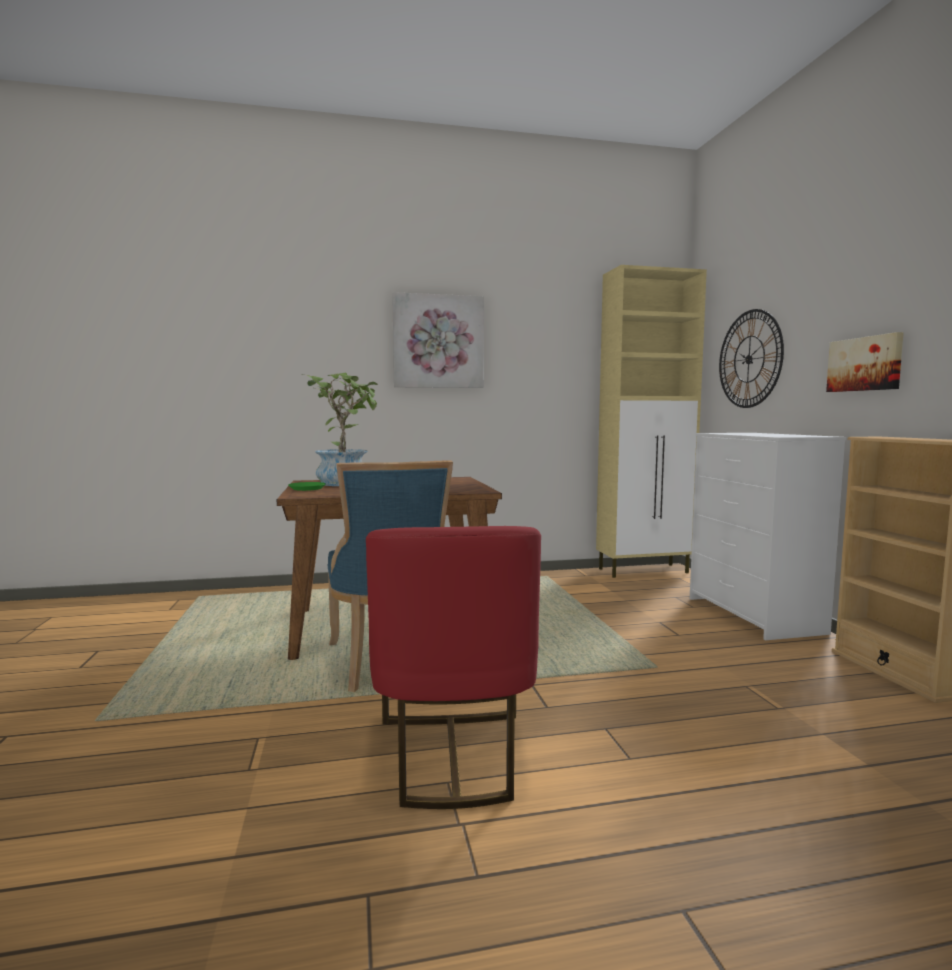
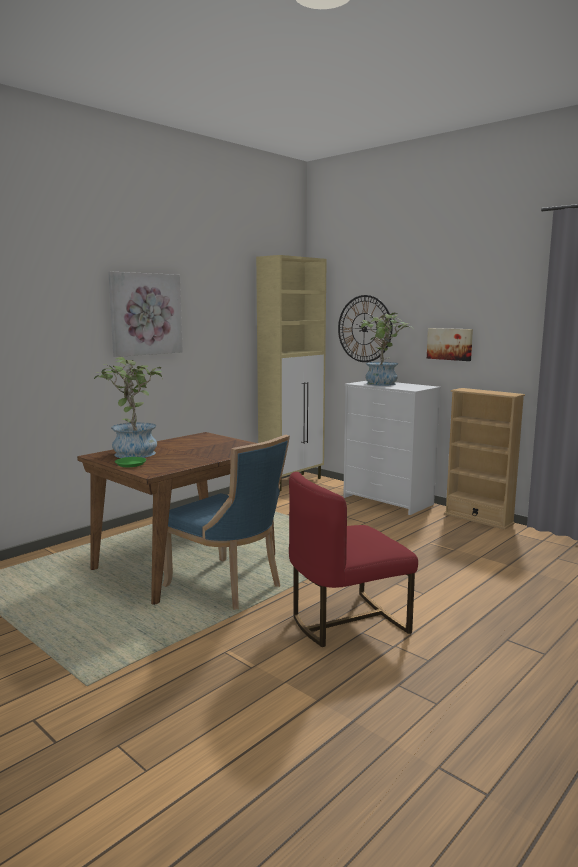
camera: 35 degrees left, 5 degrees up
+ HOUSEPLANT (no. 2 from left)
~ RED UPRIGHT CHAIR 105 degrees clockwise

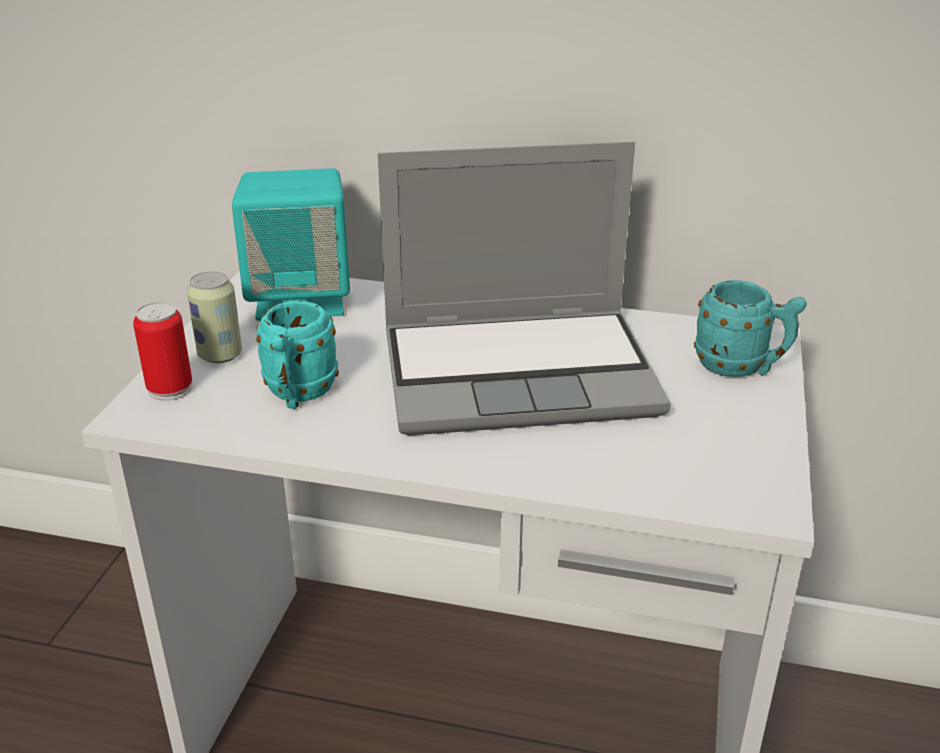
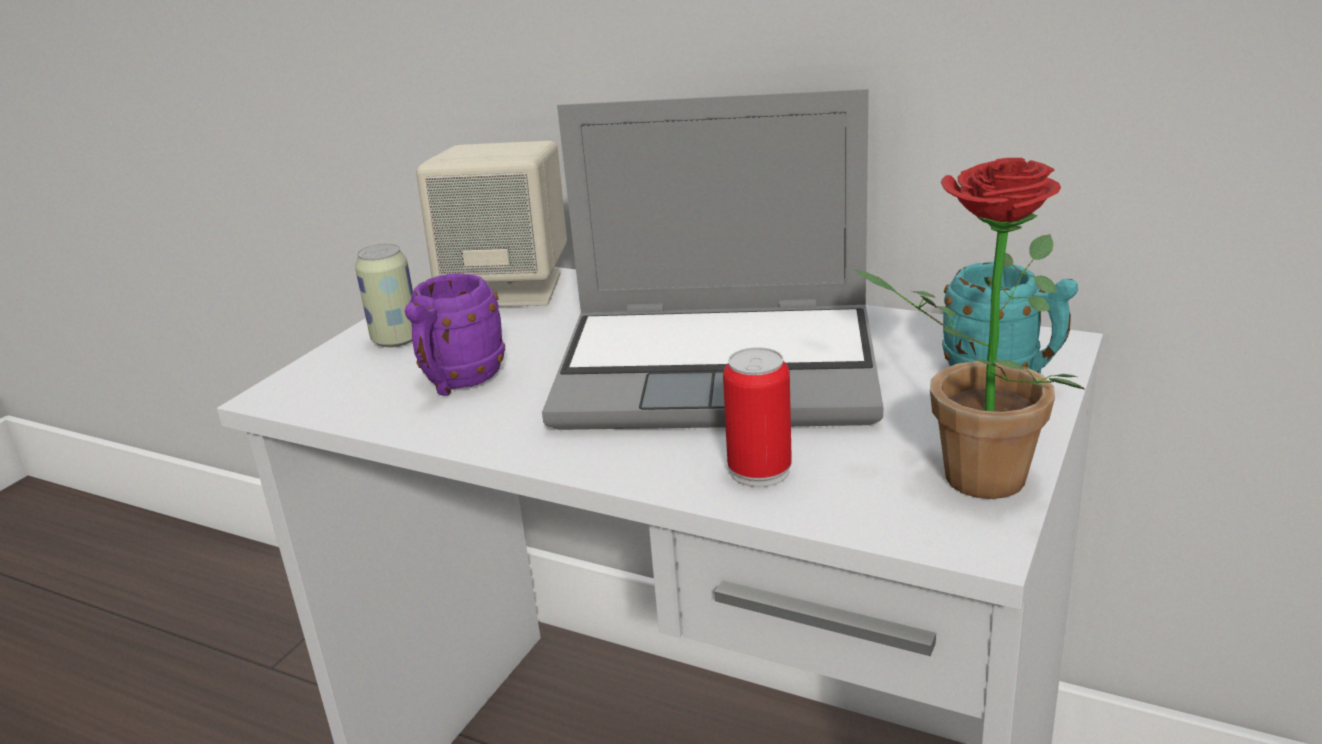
camera: 15 degrees right, 5 degrees down
+ HOUSEPLANT
~ SEALED CAN (no. 1 from left in the first image) to SEALED CAN (no. 2 from left)
~ TURQUOISE-COLOURED SPEAKER to BEIGE-COLOURED SPEAKER
~ TURQUOISE-COLOURED TEA MUG (no. 1 from left) to PURPLE TEA MUG

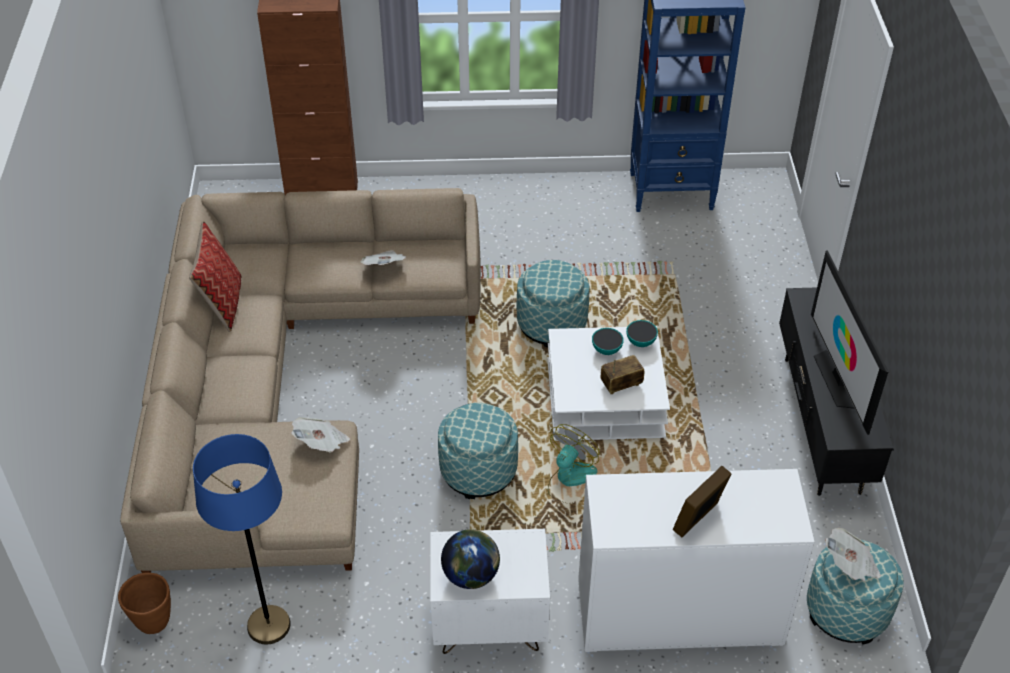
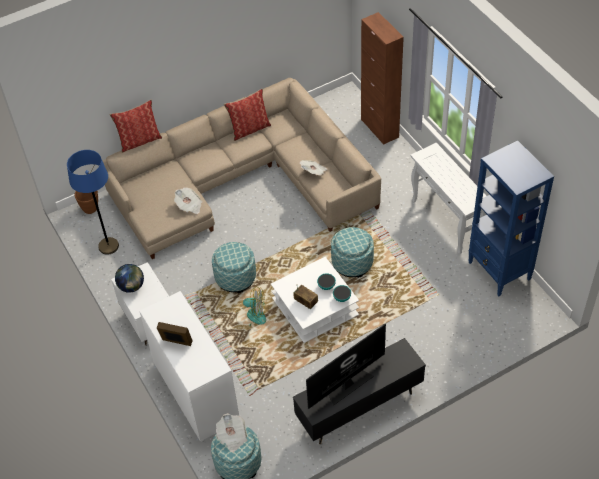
camera: 65 degrees right, 5 degrees up
+ PILLOW (no. 1 from left)
+ WHITISH CONSOLE TABLE

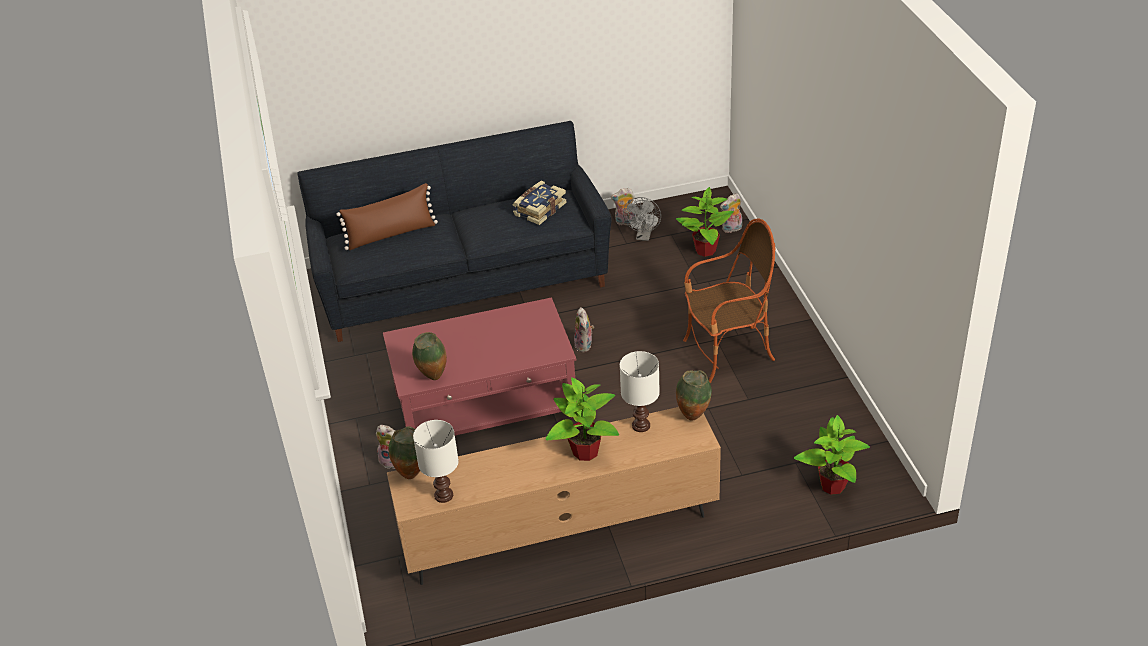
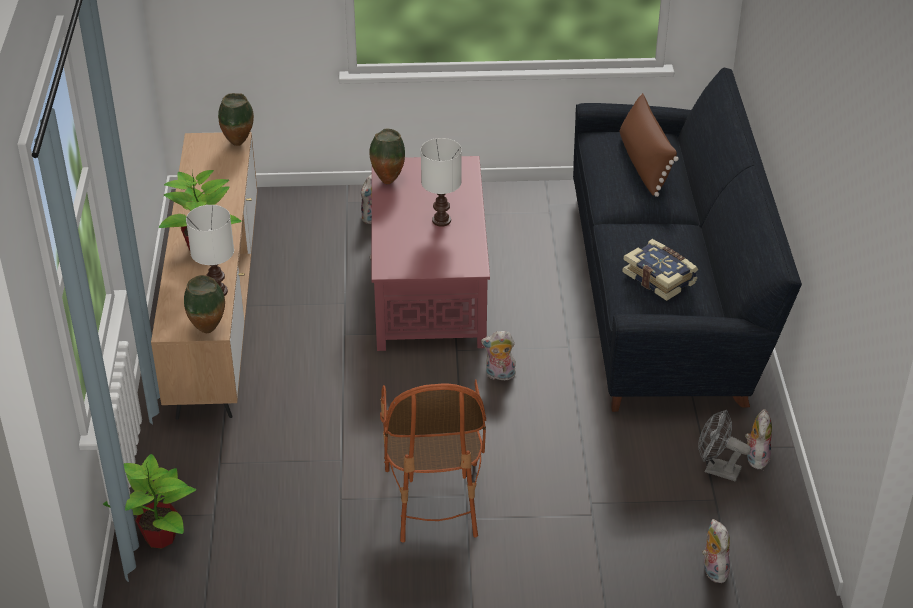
camera: 100 degrees right, 0 degrees up
- HOUSEPLANT (no. 2 from left)
~ WHITISH TABLETOP LAMP (no. 1 from left in the first image) to WHITISH TABLETOP LAMP (no. 2 from left)

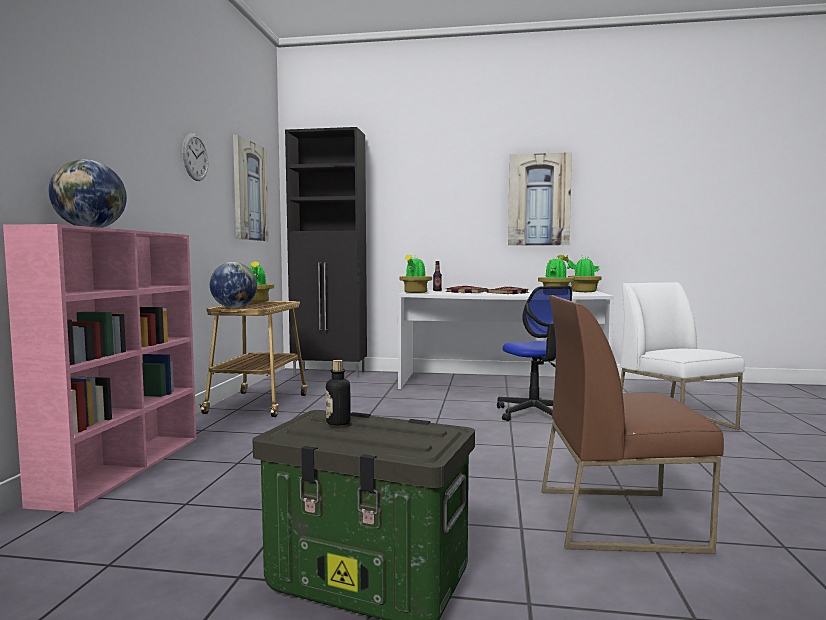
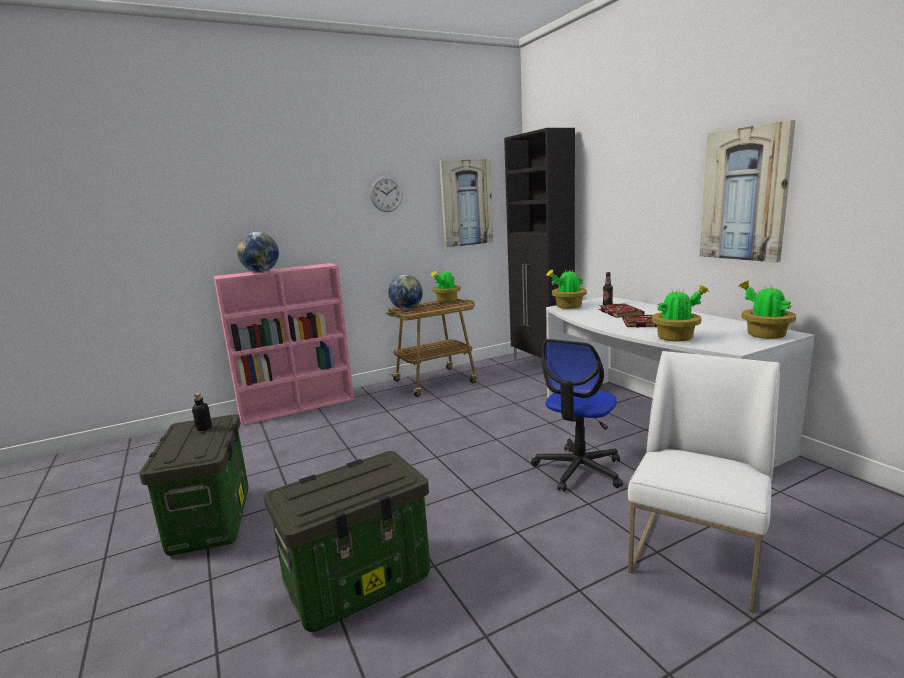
camera: 55 degrees right, 10 degrees up
~ BROWN UPRIGHT CHAIR to STORAGE BIN (no. 2 from left)

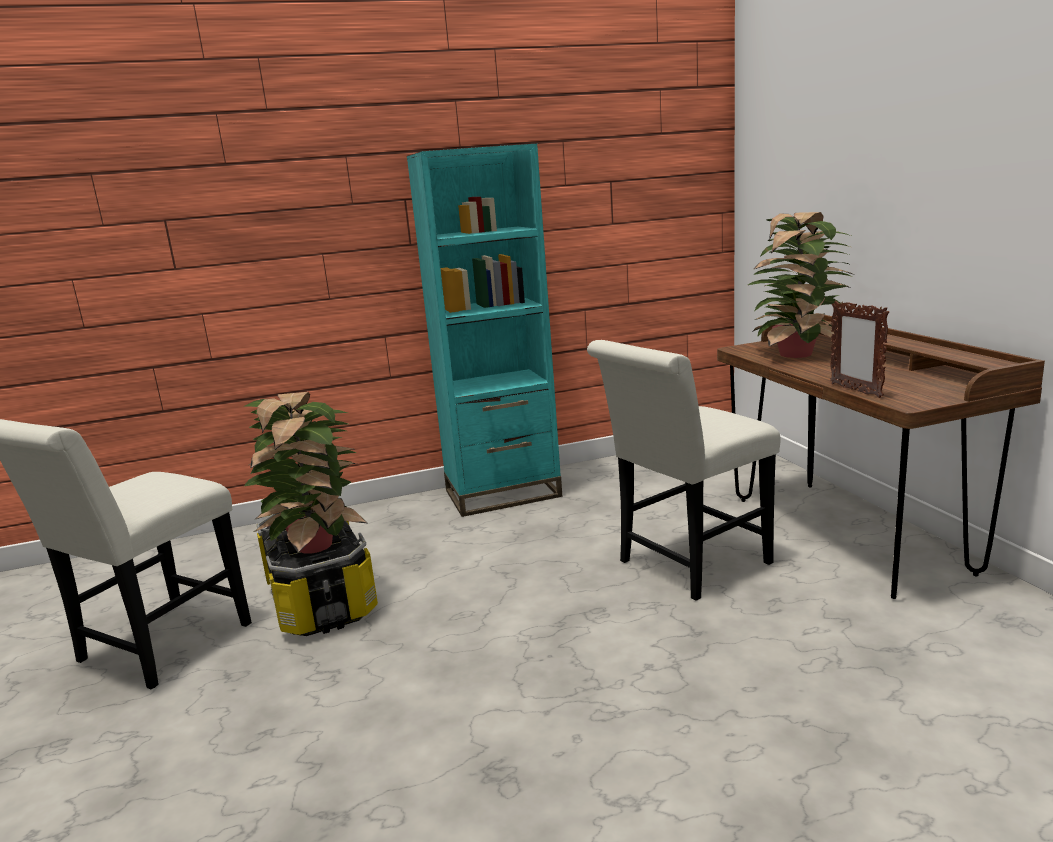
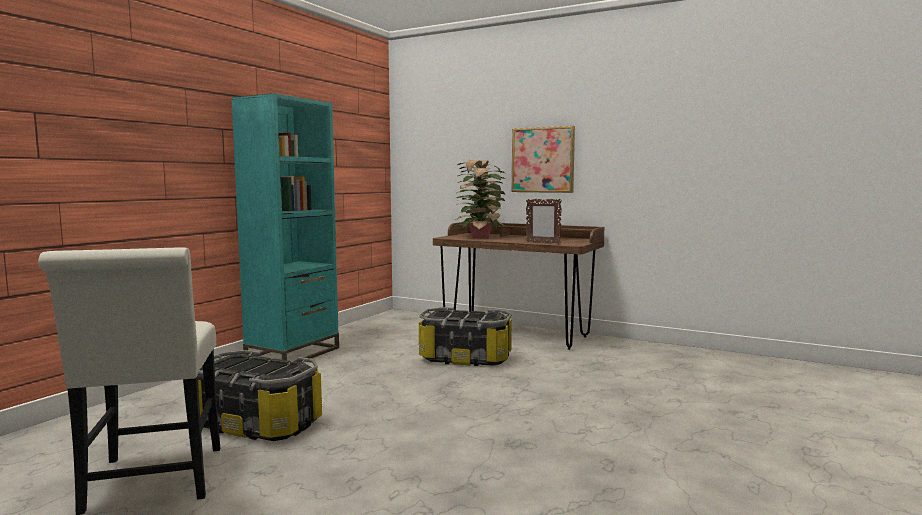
camera: 45 degrees left, 10 degrees down
- HOUSEPLANT (no. 1 from left)
+ WALL ART
~ WHITISH UPRIGHT CHAIR (no. 2 from left) to STORAGE BIN (no. 2 from left)

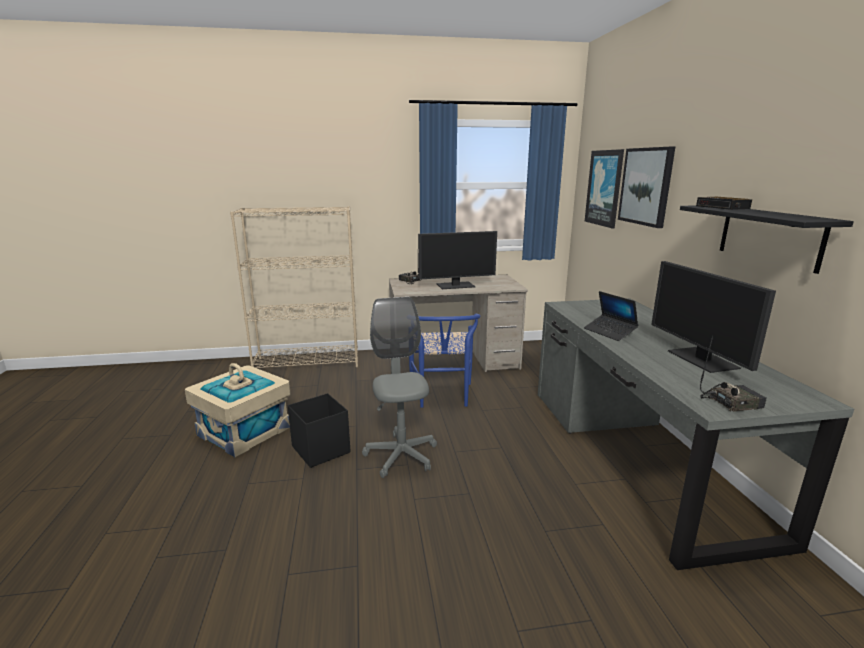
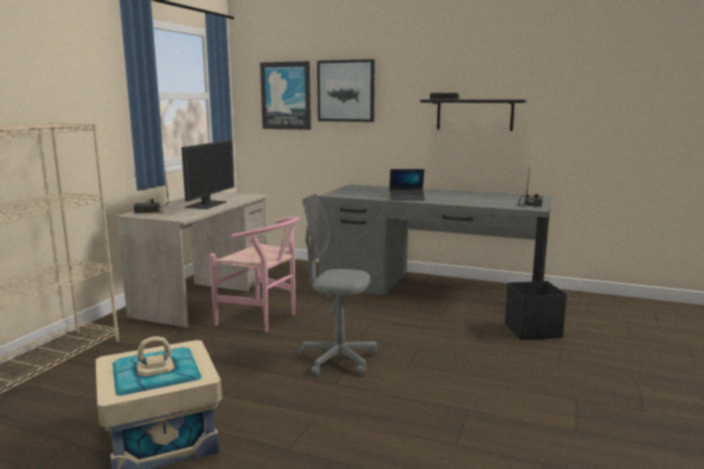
camera: 60 degrees left, 5 degrees down
- MONITOR (no. 2 from left)
~ BLACK-COLOURED STORAGE BIN
~ BLUISH UPRIGHT CHAIR to PINKISH UPRIGHT CHAIR

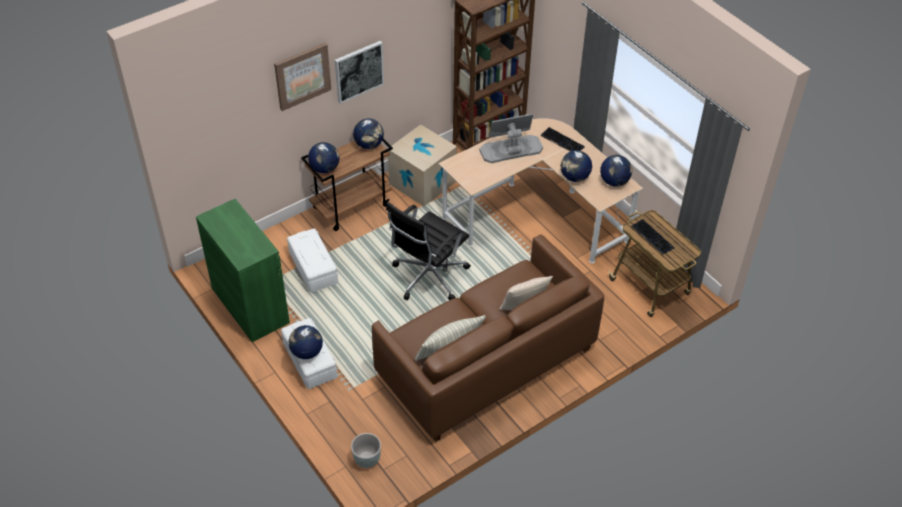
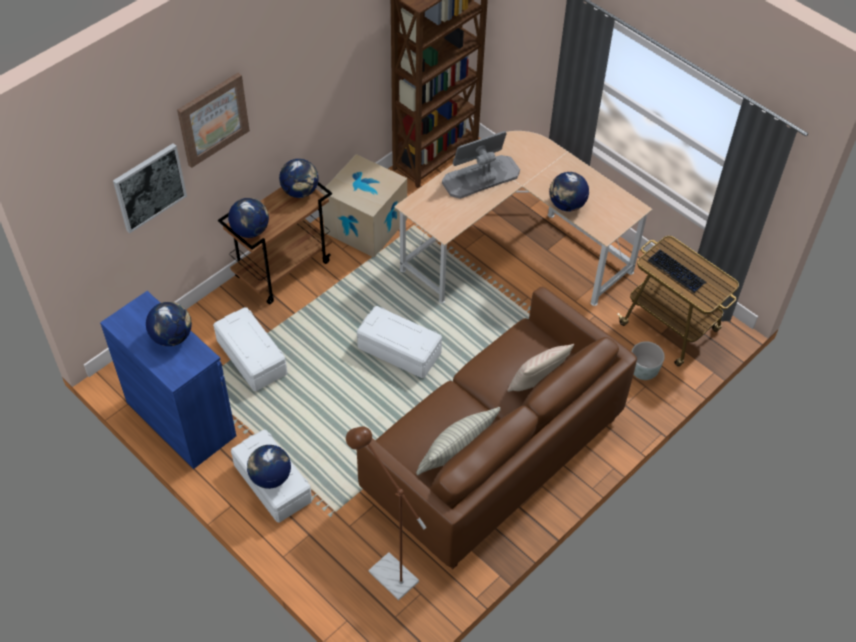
camera: 10 degrees left, 5 degrees up
- KEYBOARD (no. 1 from left)
+ BROWN STANDARD LAMP
~ WALL ART (no. 2 from left in the first image) to WALL ART (no. 1 from left)
~ GREYISH PLANT POT
~ GLOBE (no. 5 from left in the first image) to GLOBE (no. 1 from left)
~ BLACK-COLOURED DESK CHAIR to WHITISH STORAGE BIN (no. 3 from left)
~ GREEN CABINET to BLUISH CABINET

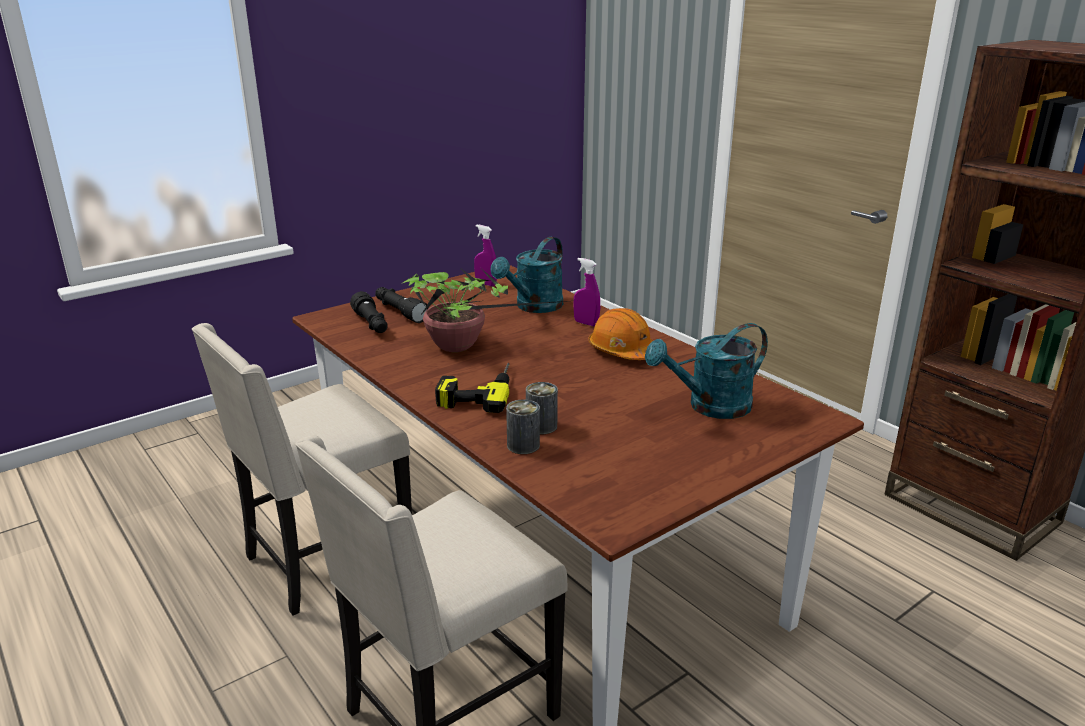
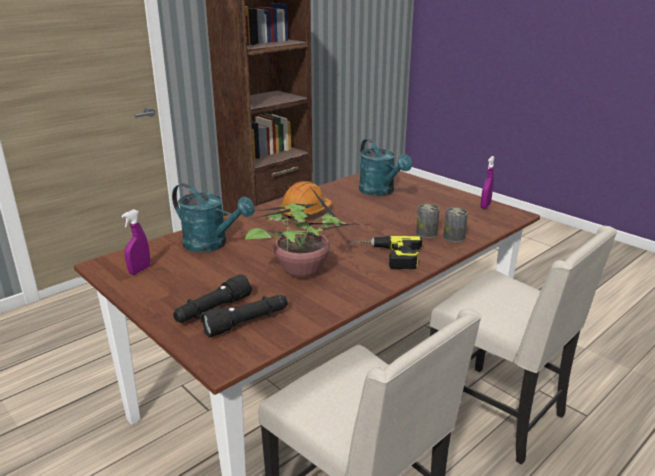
camera: 95 degrees left, 0 degrees up
~ PURPLE SPRAYER (no. 2 from left)

